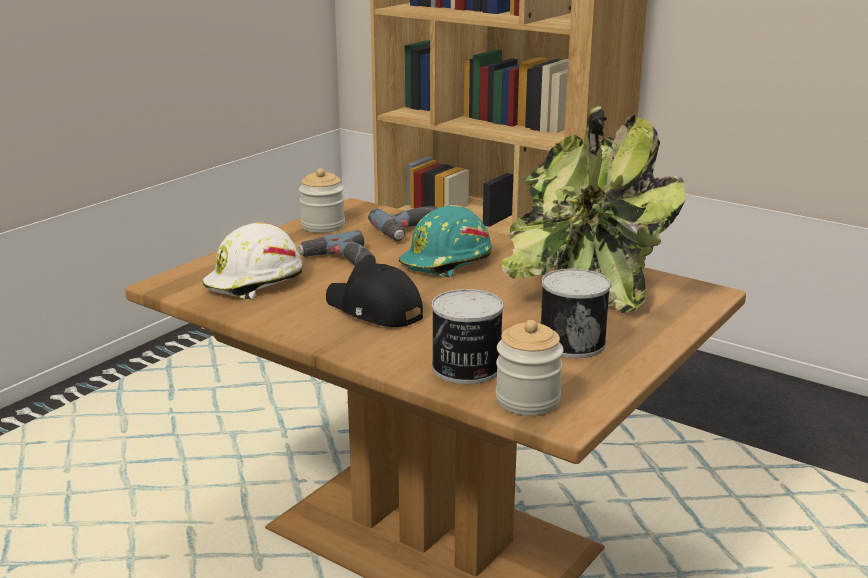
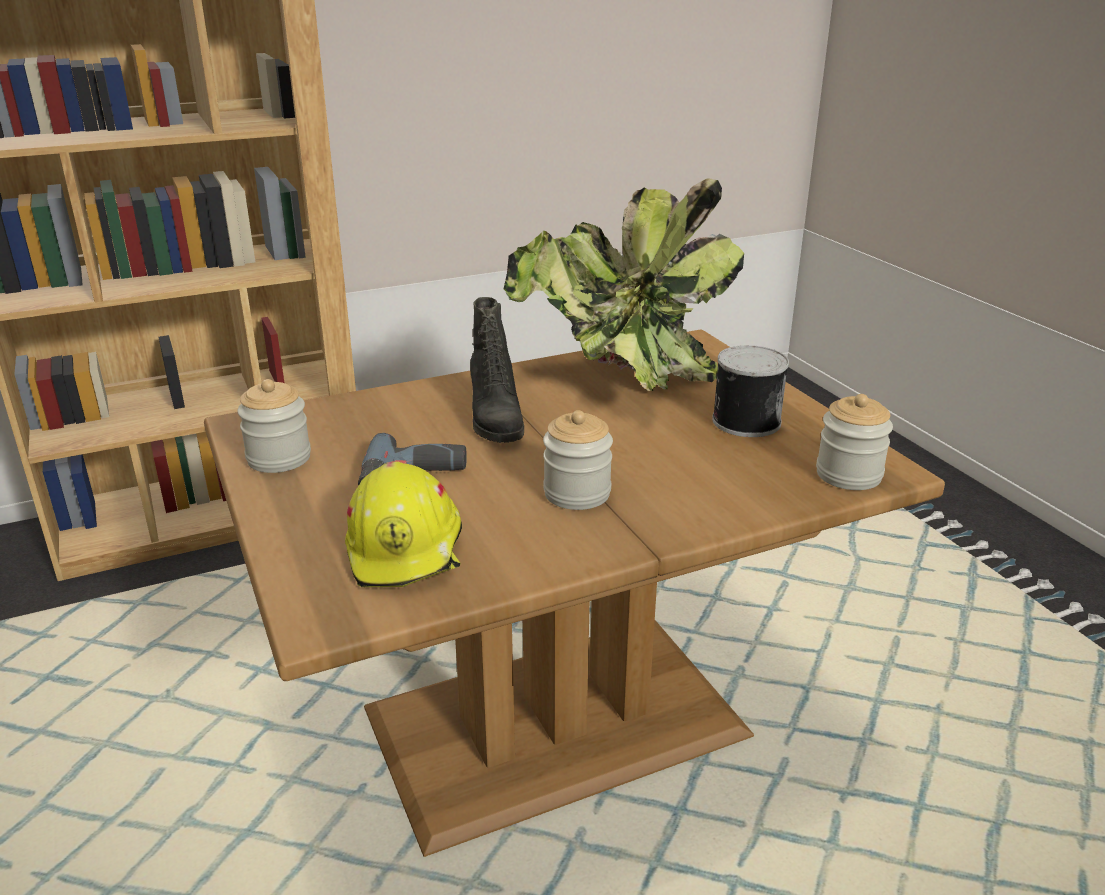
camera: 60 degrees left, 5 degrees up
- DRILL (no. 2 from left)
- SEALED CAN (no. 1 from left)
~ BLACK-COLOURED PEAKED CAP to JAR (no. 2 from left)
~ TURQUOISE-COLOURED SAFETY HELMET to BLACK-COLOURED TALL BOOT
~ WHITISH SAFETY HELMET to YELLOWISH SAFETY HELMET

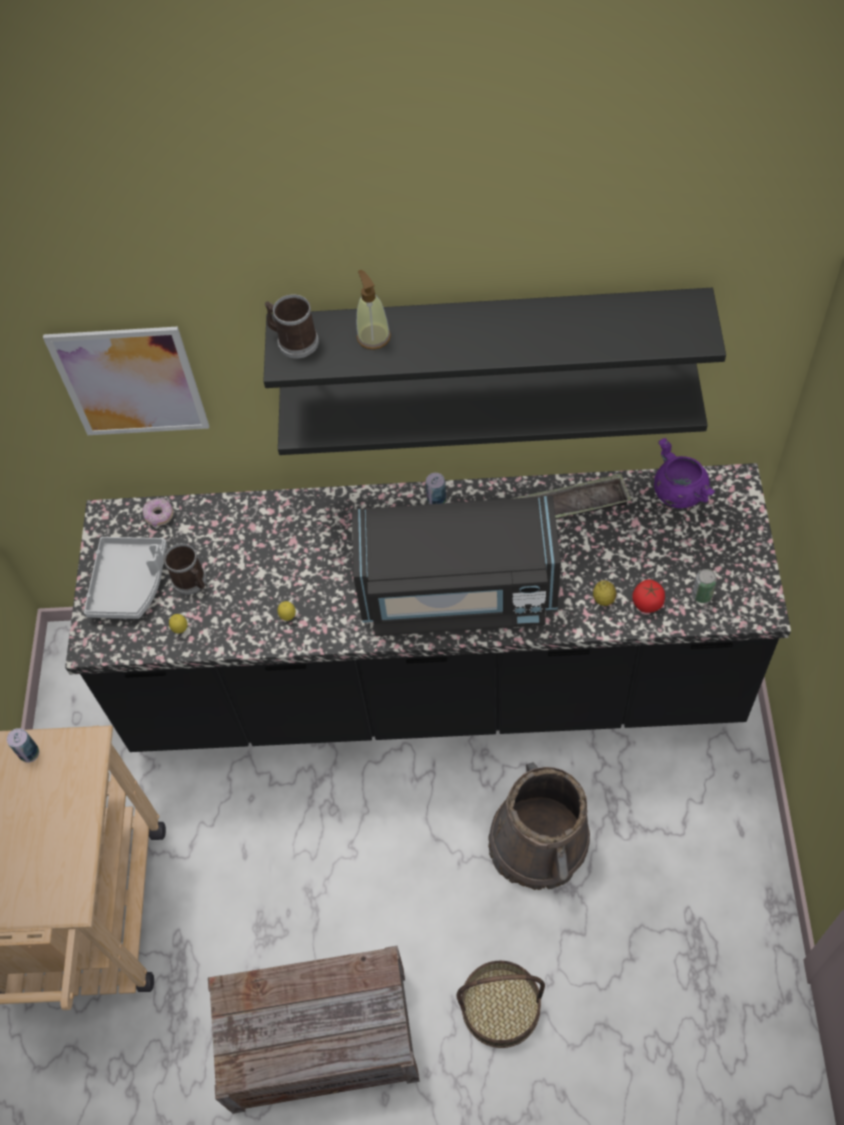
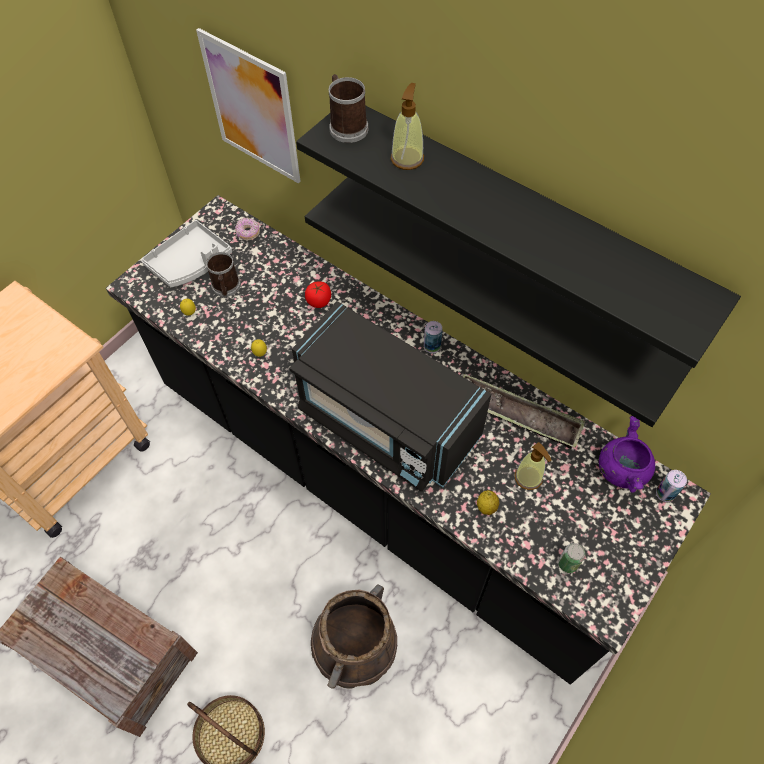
camera: 35 degrees right, 0 degrees up
+ LIQUID SOAP BOTTLE (no. 2 from left)
~ SEALED CAN (no. 1 from left in the first image) to SEALED CAN (no. 3 from left)
~ WHOLE TOMATO

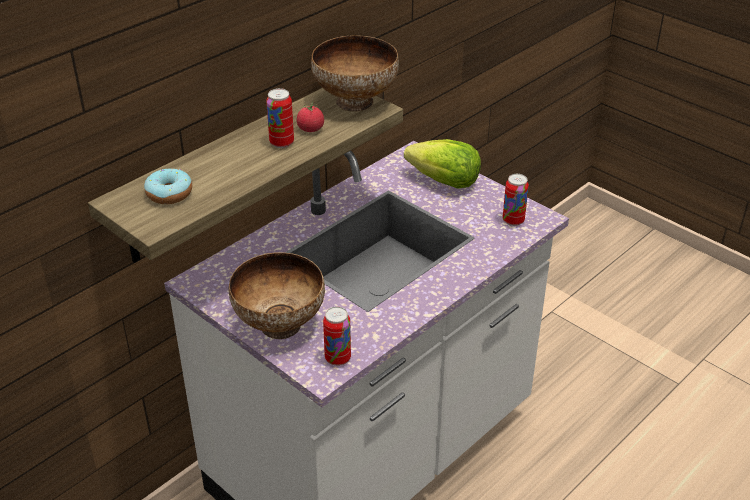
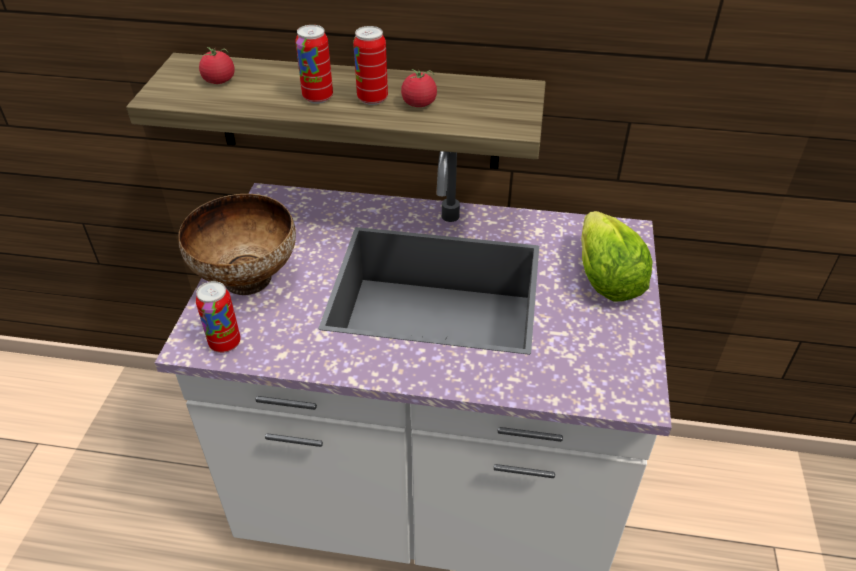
camera: 55 degrees right, 5 degrees up
- BOWL (no. 2 from left)
~ SEALED CAN (no. 3 from left in the first image) to SEALED CAN (no. 2 from left)
~ DOUGHNUT to WHOLE TOMATO (no. 1 from left)

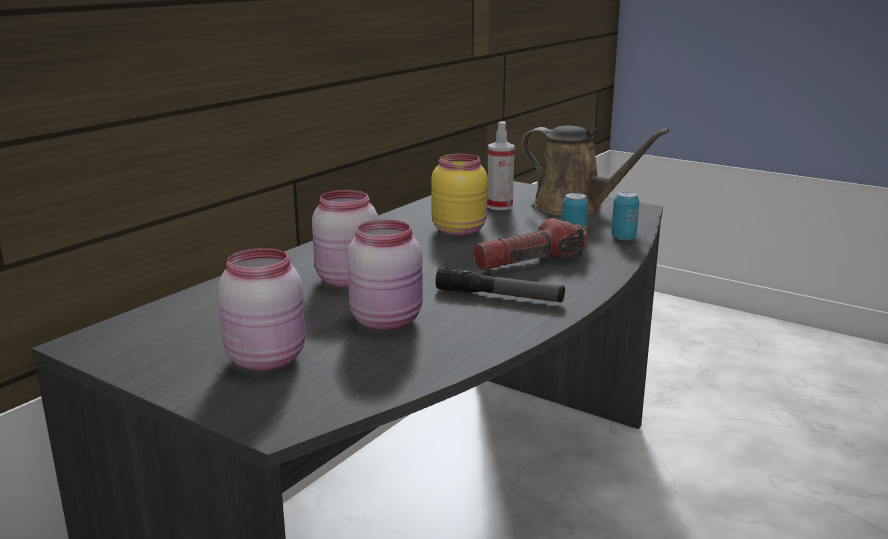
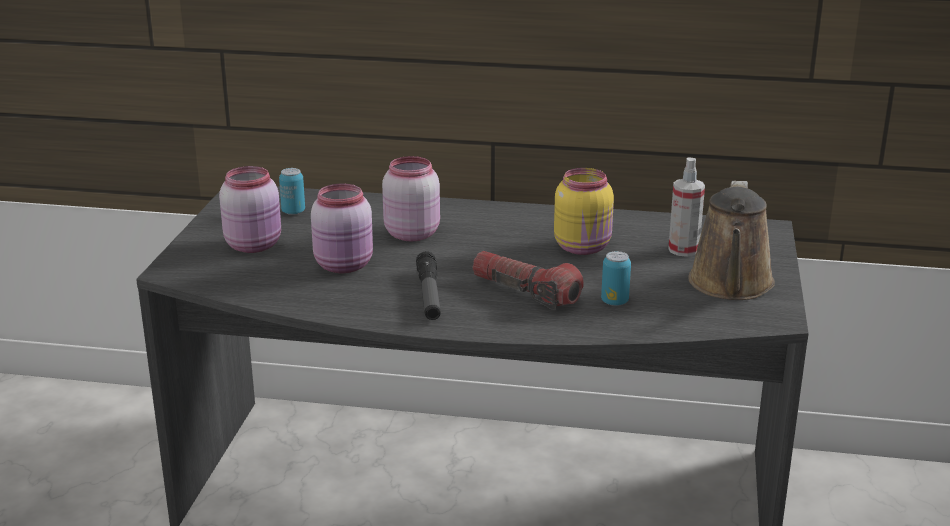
camera: 65 degrees right, 5 degrees up
~ SEALED CAN (no. 2 from left in the first image) to SEALED CAN (no. 1 from left)

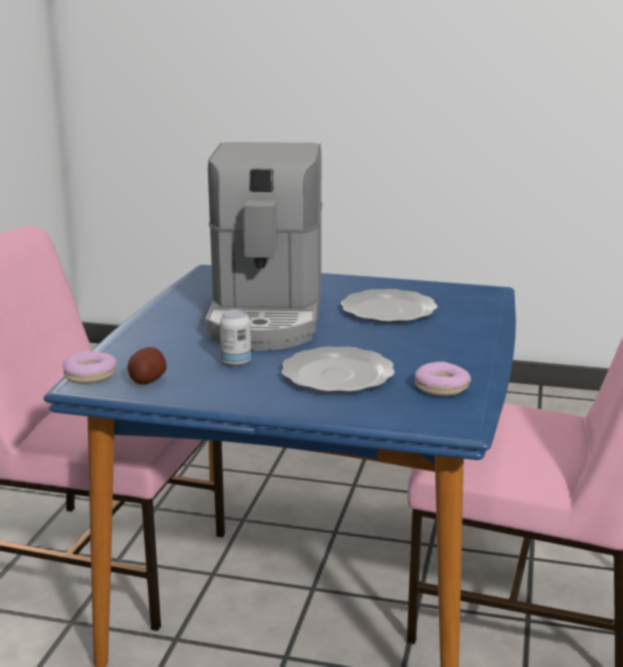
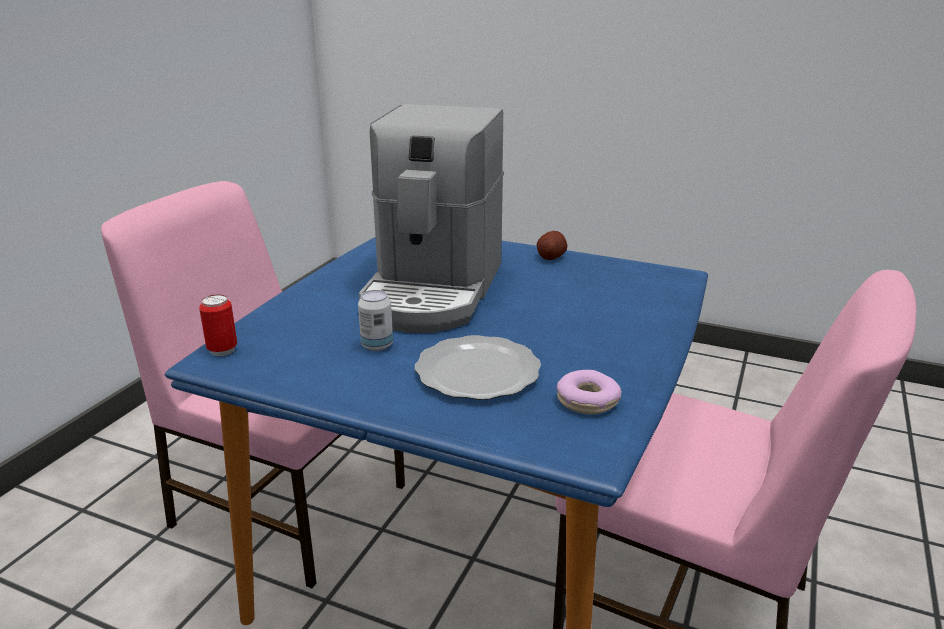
camera: 10 degrees right, 5 degrees up
- PLATE (no. 2 from left)
~ WHOLE POTATO
~ DOUGHNUT (no. 1 from left) to SEALED CAN (no. 1 from left)

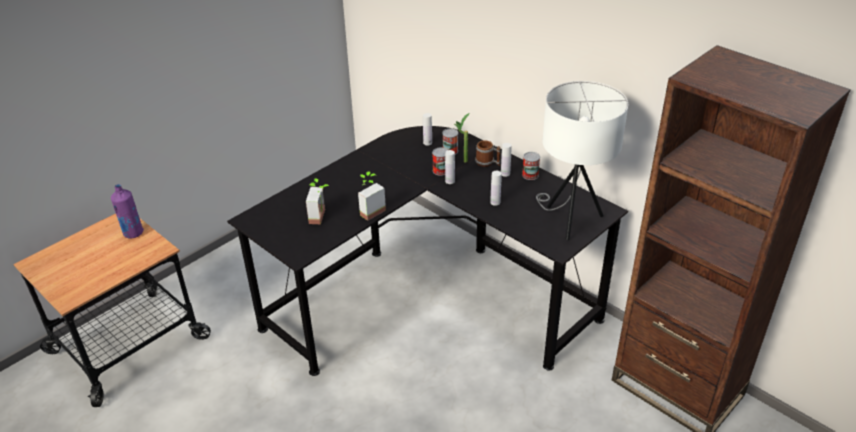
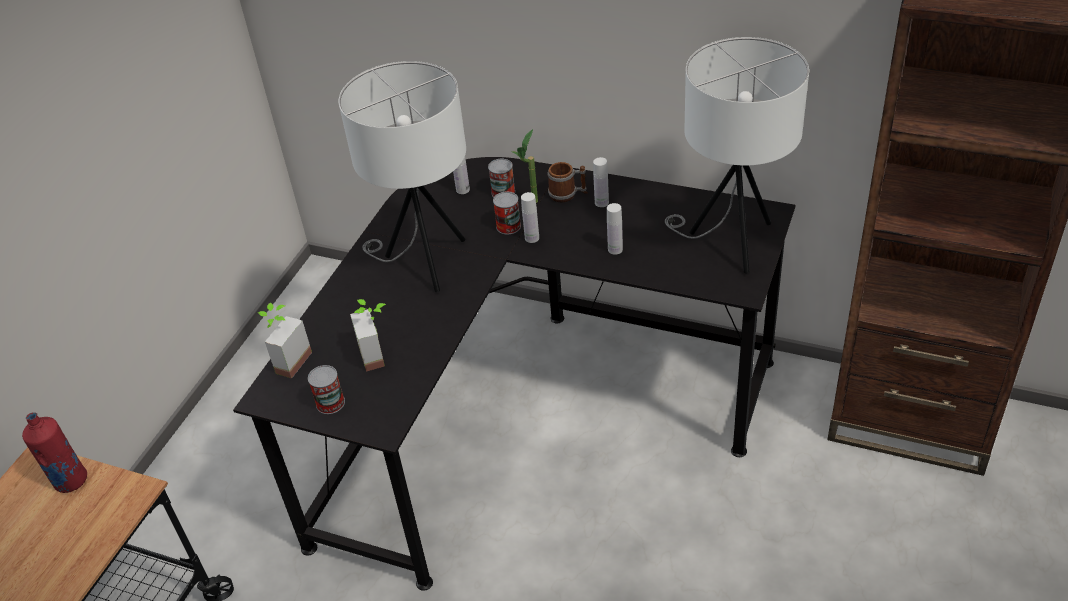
camera: 20 degrees left, 5 degrees up
+ WHITISH TABLETOP LAMP (no. 1 from left)
~ HOUSEPLANT (no. 2 from left in the first image) to HOUSEPLANT (no. 1 from left)
~ SEALED CAN (no. 3 from left in the first image) to SEALED CAN (no. 1 from left)
~ PURPLE BEVERAGE BOTTLE to RED BEVERAGE BOTTLE

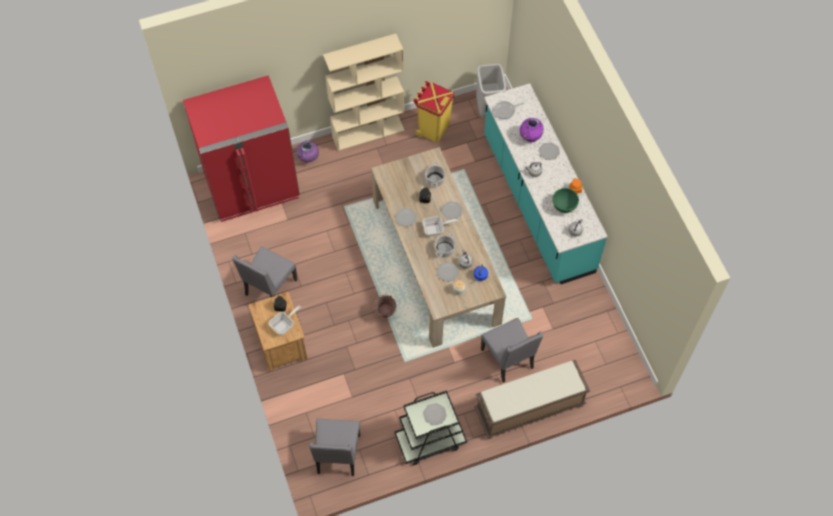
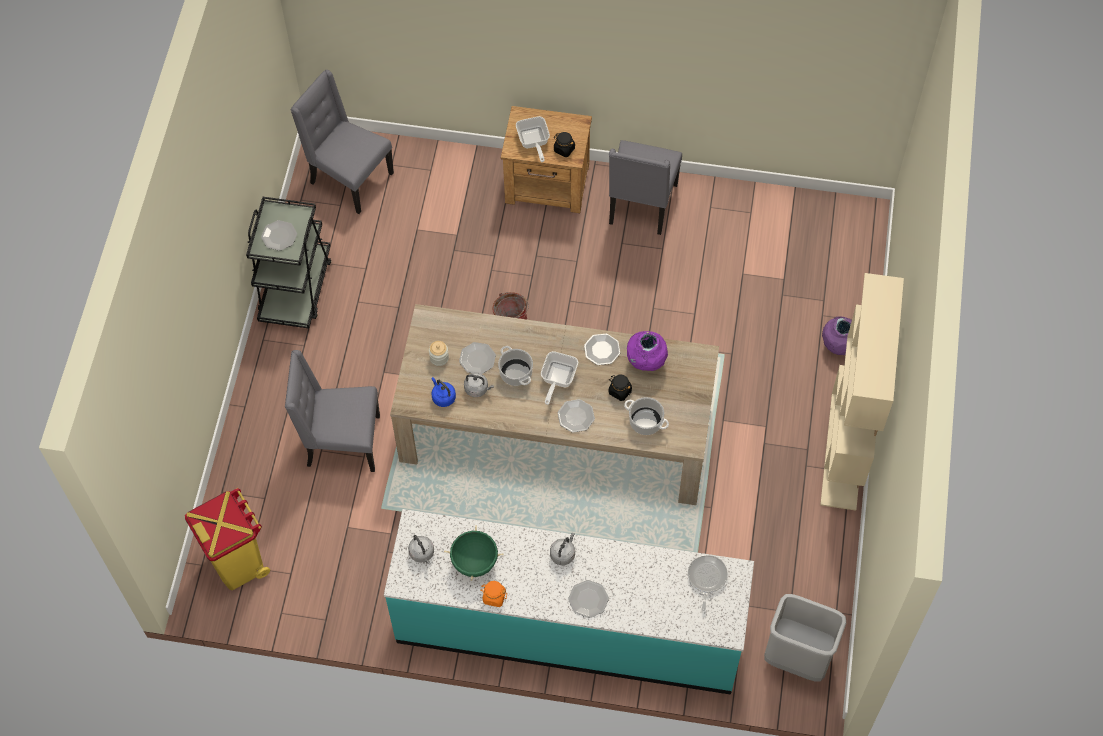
camera: 120 degrees right, 0 degrees up
- RED KITCHEN FRIDGE
- BROWN LONG SEAT
~ YELLOWISH TRASH CAN
~ PURPLE DECORATIVE VASE (no. 2 from left in the first image) to PURPLE DECORATIVE VASE (no. 1 from left)
~ GREYISH UPRIGHT CHAIR (no. 1 from left in the first image) 135 degrees counterclockwise

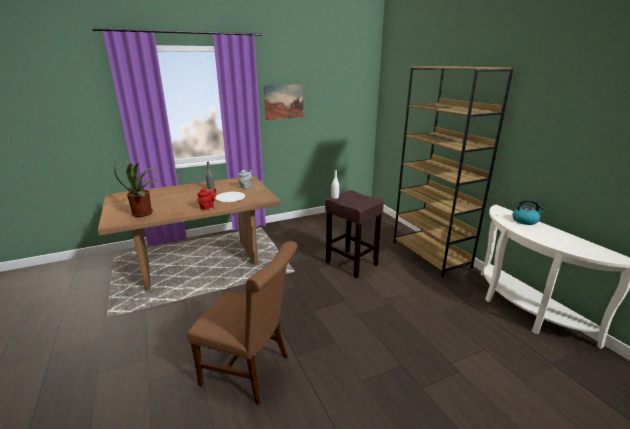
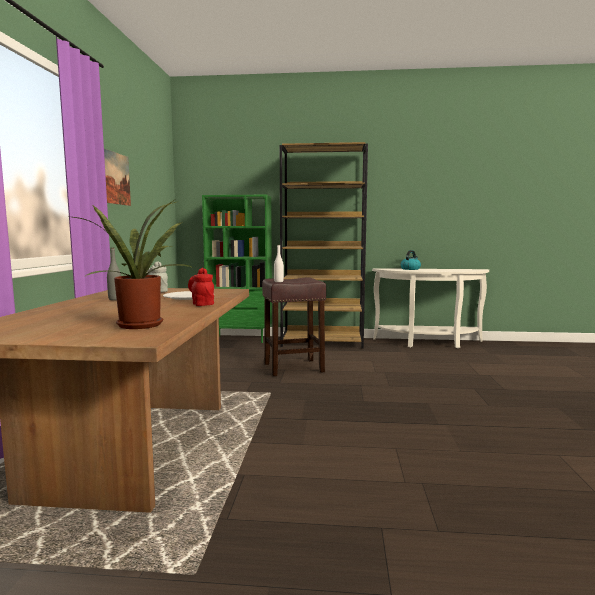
camera: 60 degrees left, 15 degrees down
- BROWN UPRIGHT CHAIR
+ GREEN BOOKSHELF

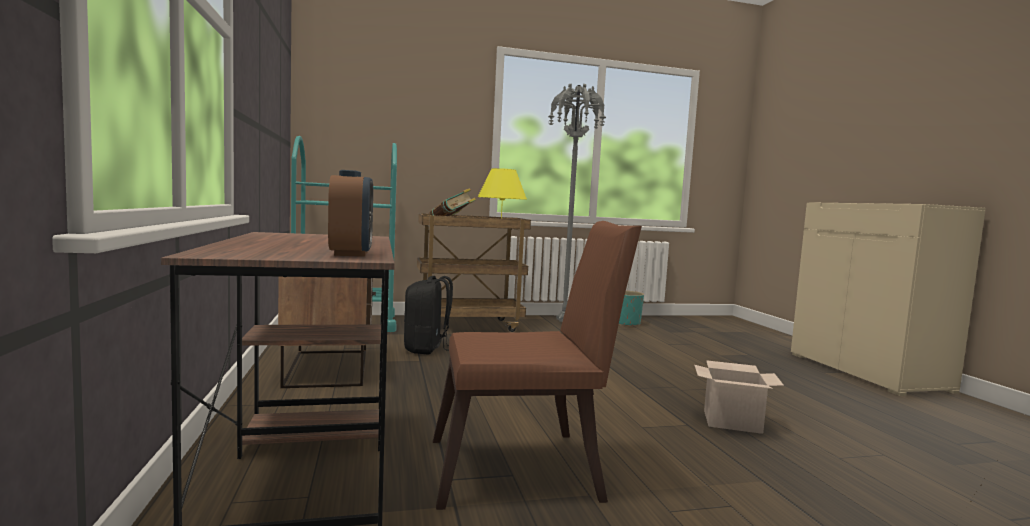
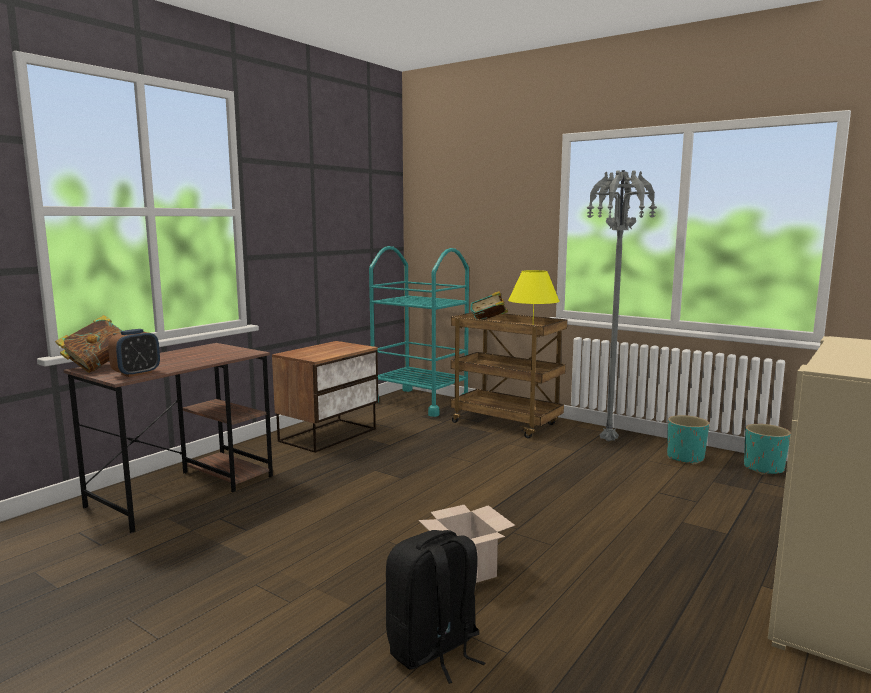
camera: 50 degrees right, 5 degrees up
- BROWN UPRIGHT CHAIR
+ BOUND BOOK (no. 1 from left)
+ TURQUOISE-COLOURED PLANT POT (no. 2 from left)
~ BLACK-COLOURED RUCKSACK

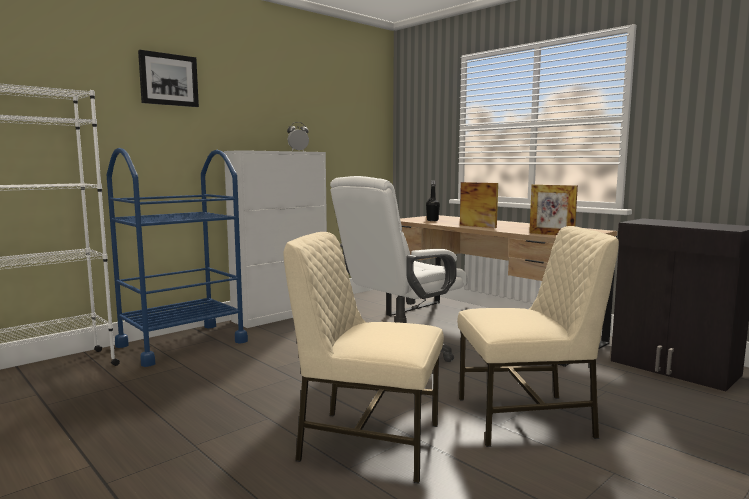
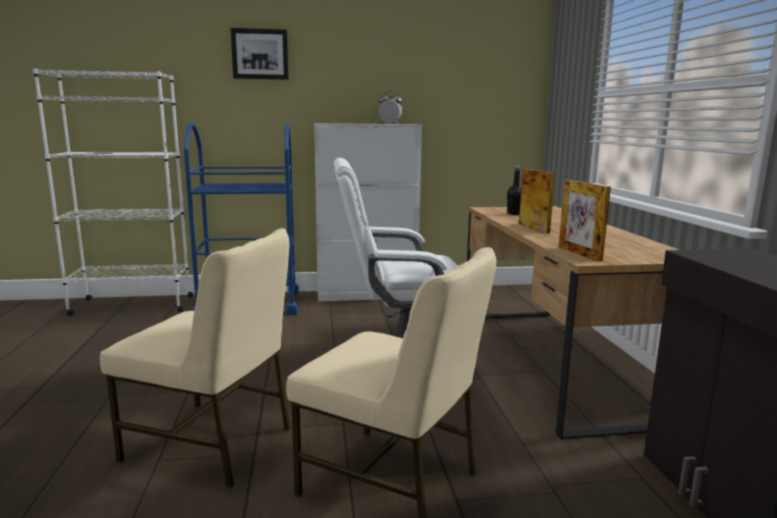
camera: 35 degrees right, 5 degrees up
~ BEIGE-COLOURED UPRIGHT CHAIR (no. 1 from left) 150 degrees clockwise

